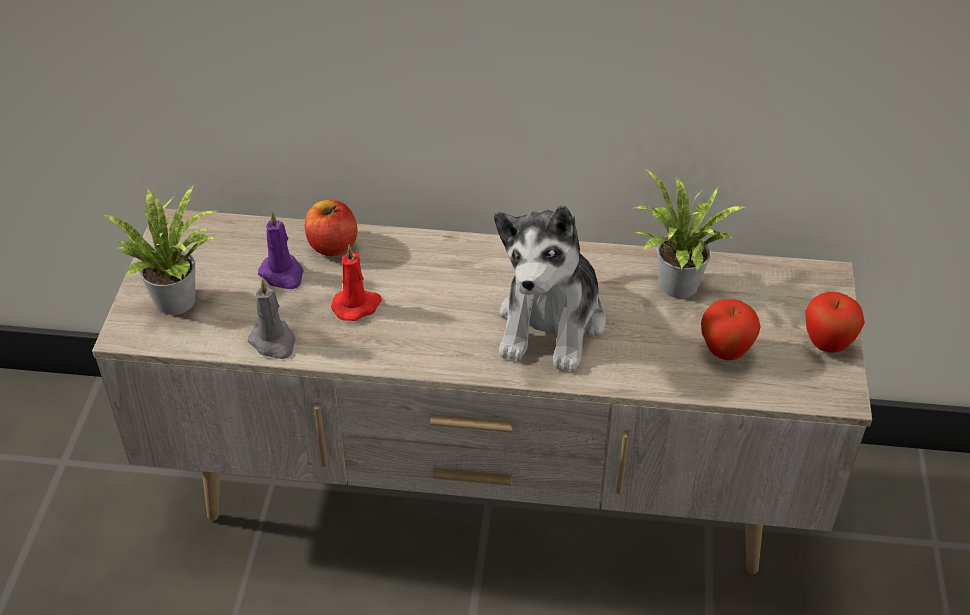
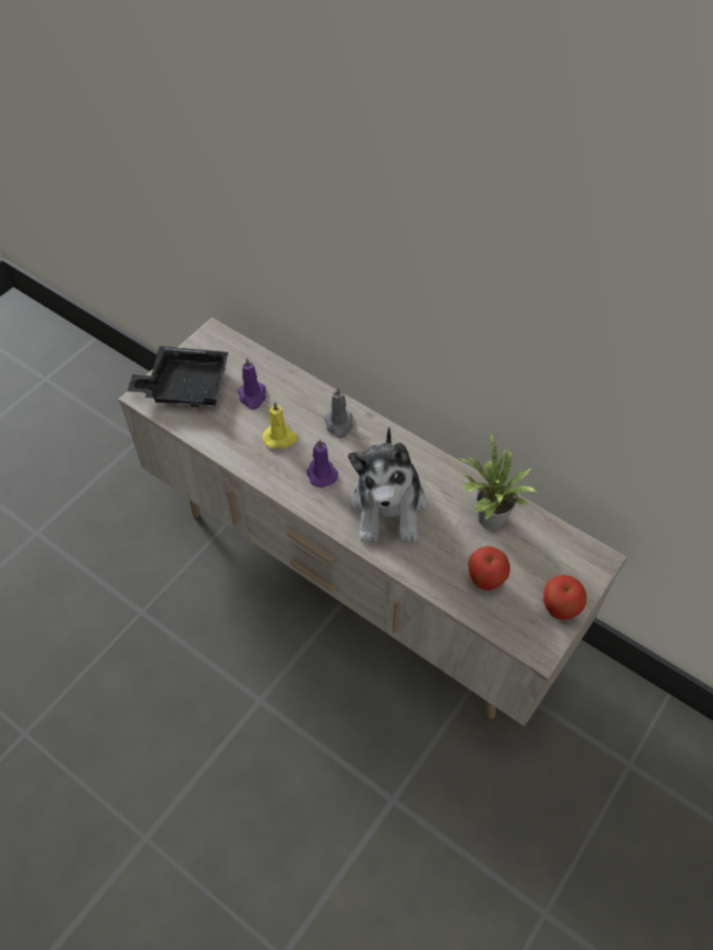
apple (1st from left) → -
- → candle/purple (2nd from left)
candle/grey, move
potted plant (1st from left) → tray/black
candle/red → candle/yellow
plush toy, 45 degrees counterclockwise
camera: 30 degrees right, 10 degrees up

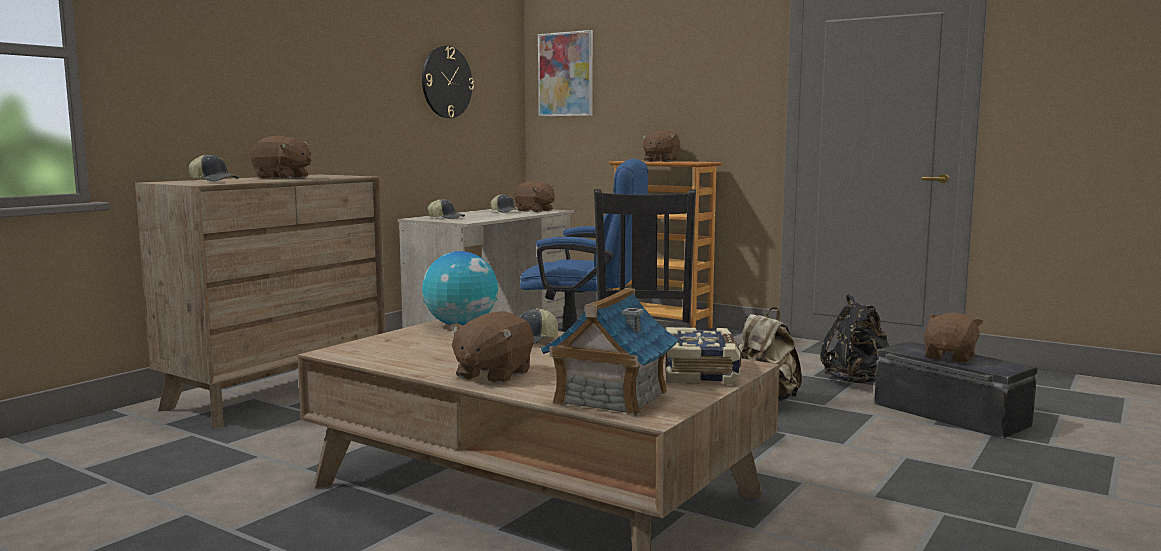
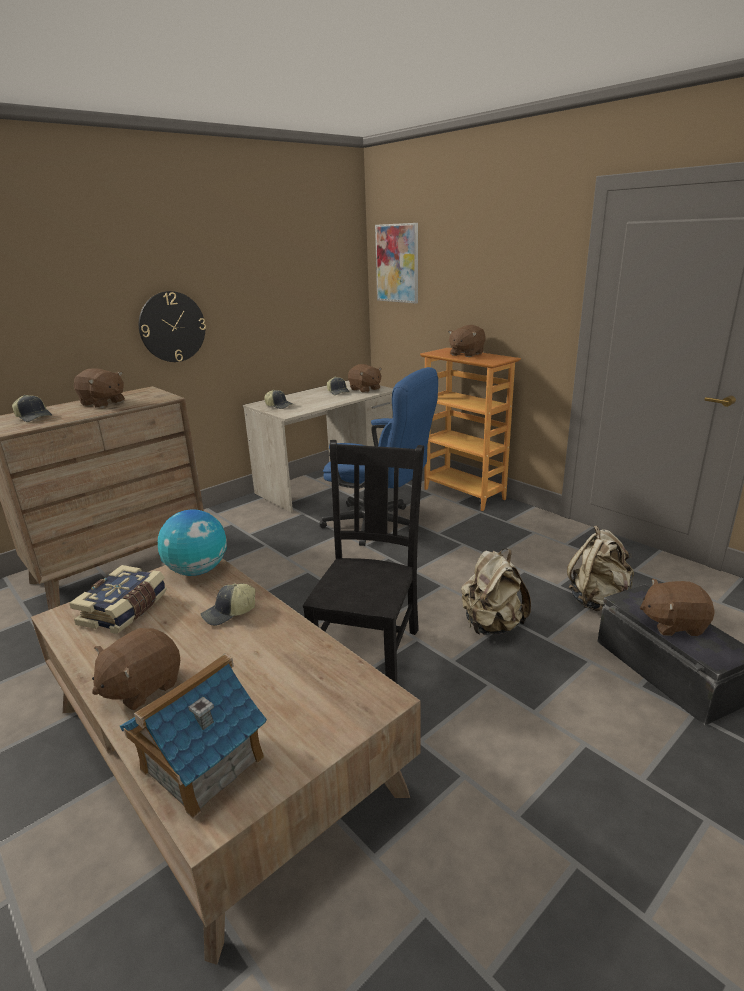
wall clock, move
book, move
backpack/black → backpack/beige (2nd from left)
plush toy/brown (5th from left), 135 degrees counterclockwise
camera: 15 degrees right, 15 degrees up

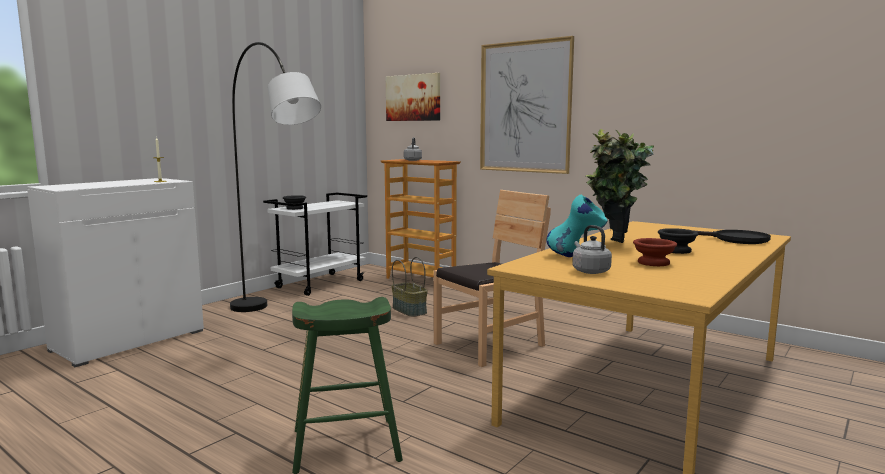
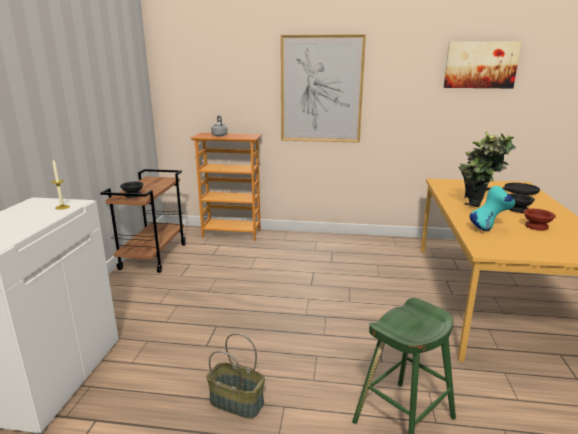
floor lamp/grey → -
chair/brown → -
kettle/grey (2nd from left) → -
picture (1st from left in the first image) → picture (2nd from left), move
basket, move
cart/white → cart/brown
camera: 30 degrees left, 10 degrees up

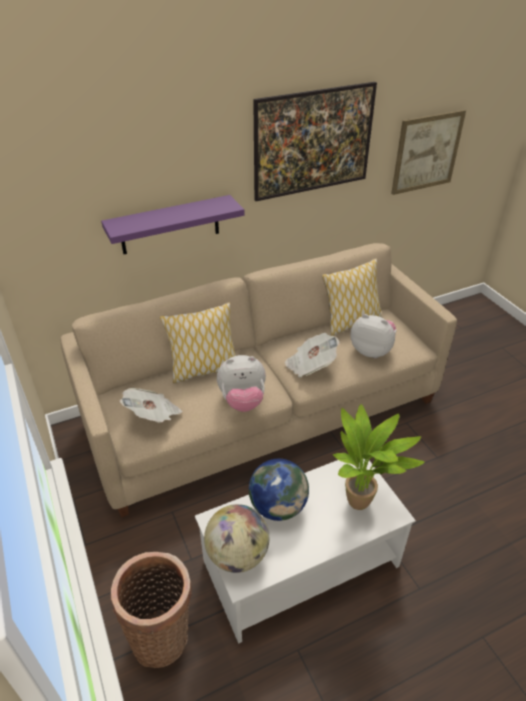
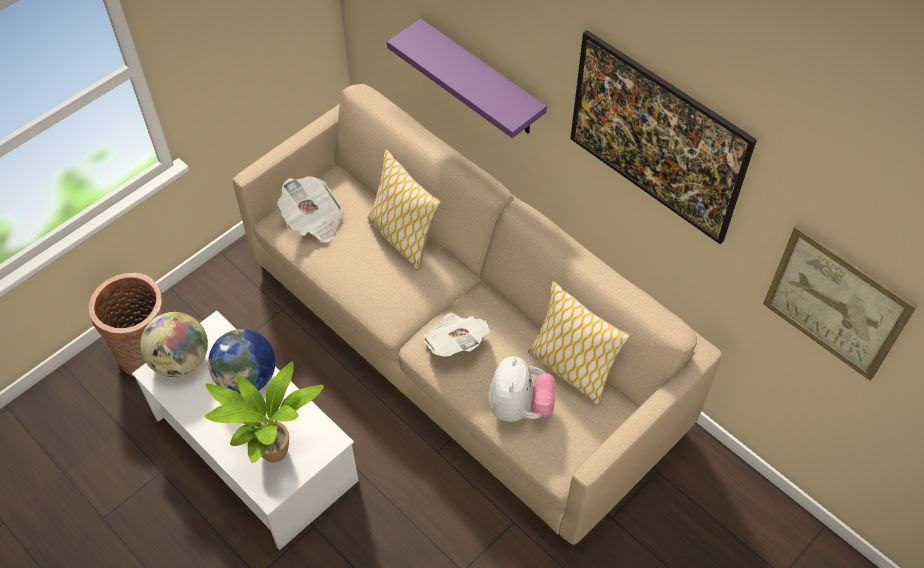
plush toy (1st from left) → -
camera: 70 degrees right, 15 degrees up

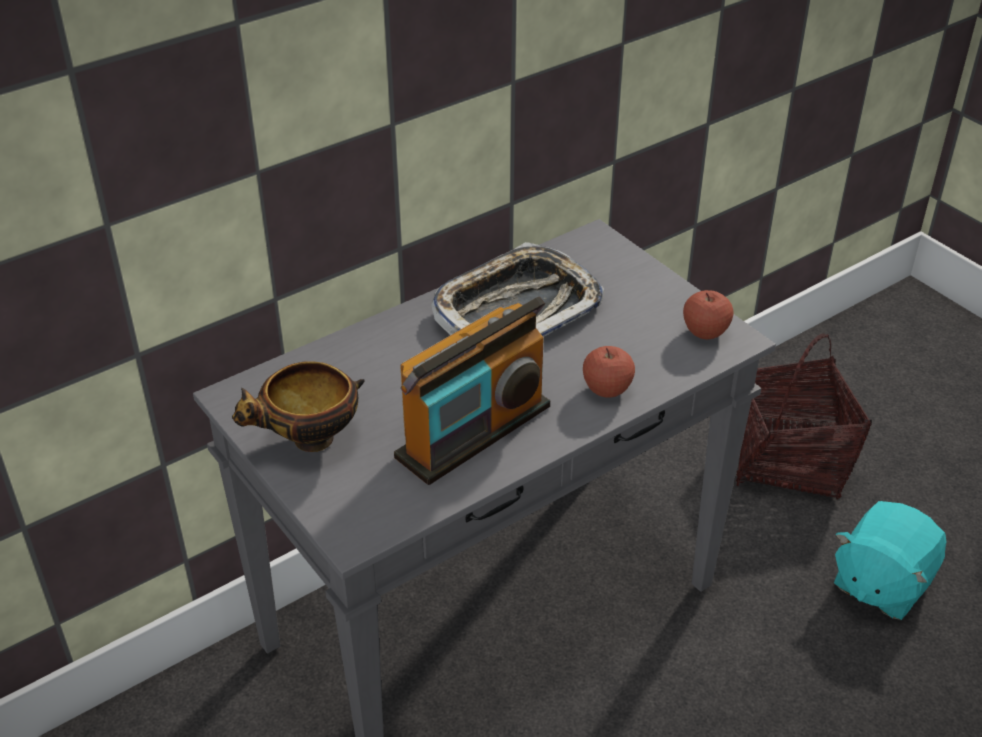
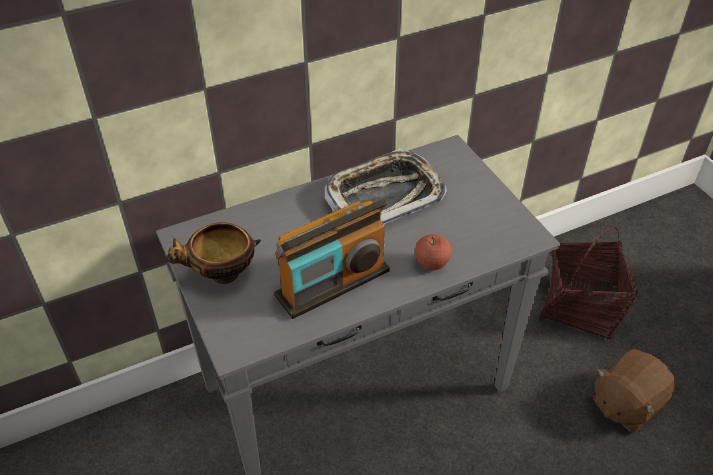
apple (2nd from left) → -
plush toy/turquoise → plush toy/brown
camera: 10 degrees right, 5 degrees up

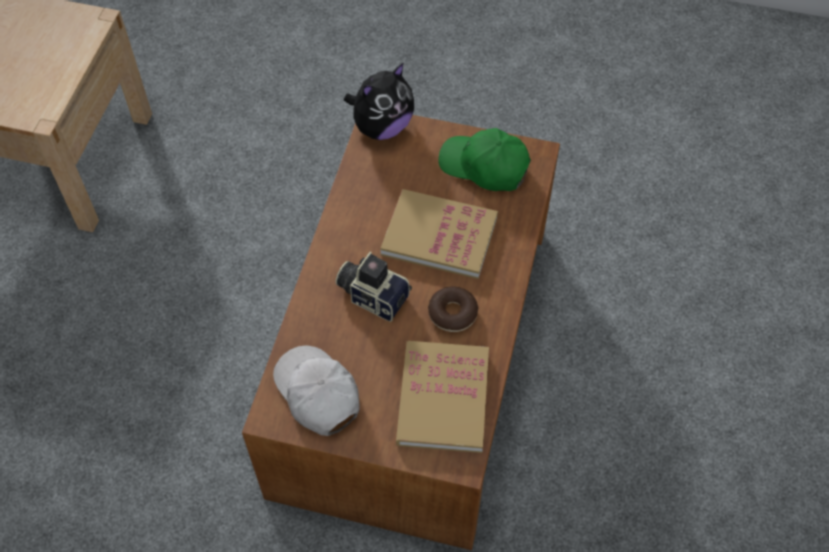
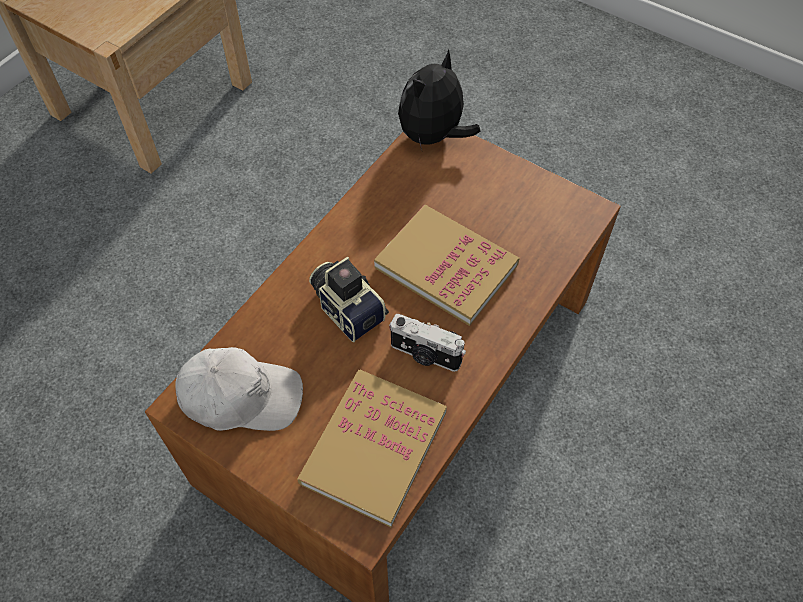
cap/green → -
donut → photo camera (2nd from left)
cap/white, 105 degrees clockwise
plush toy, 150 degrees clockwise
camera: 20 degrees right, 0 degrees up

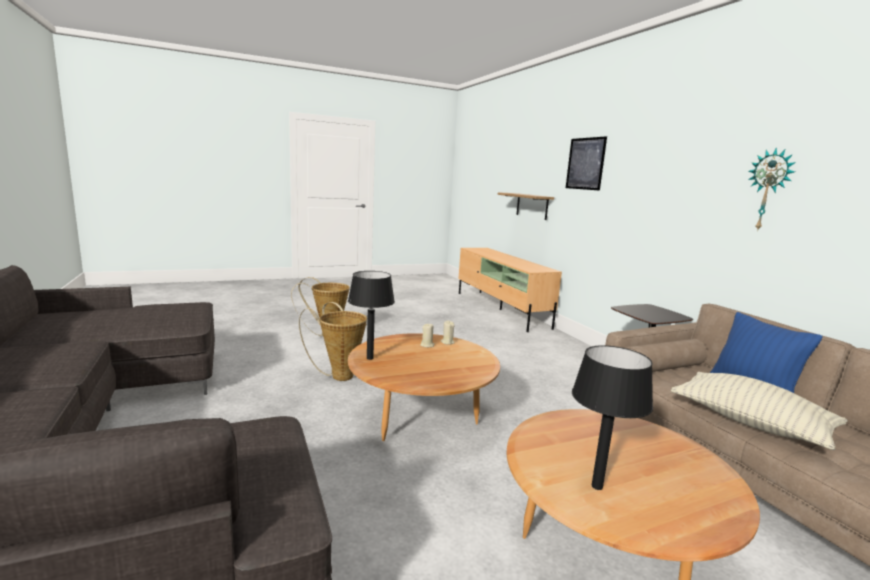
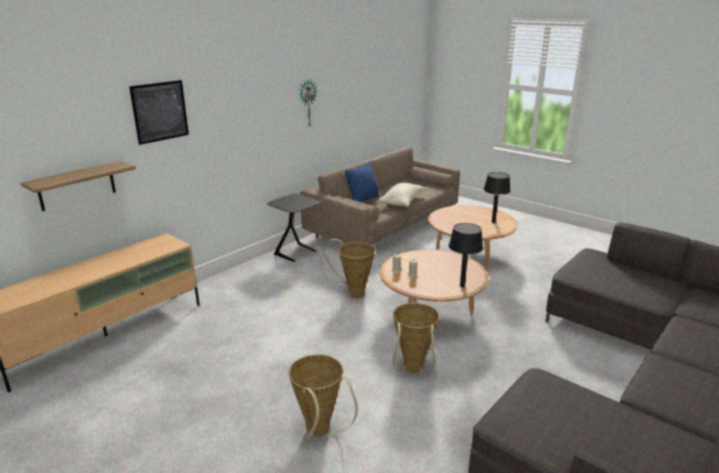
- → basket (2nd from left)
camera: 115 degrees left, 10 degrees up

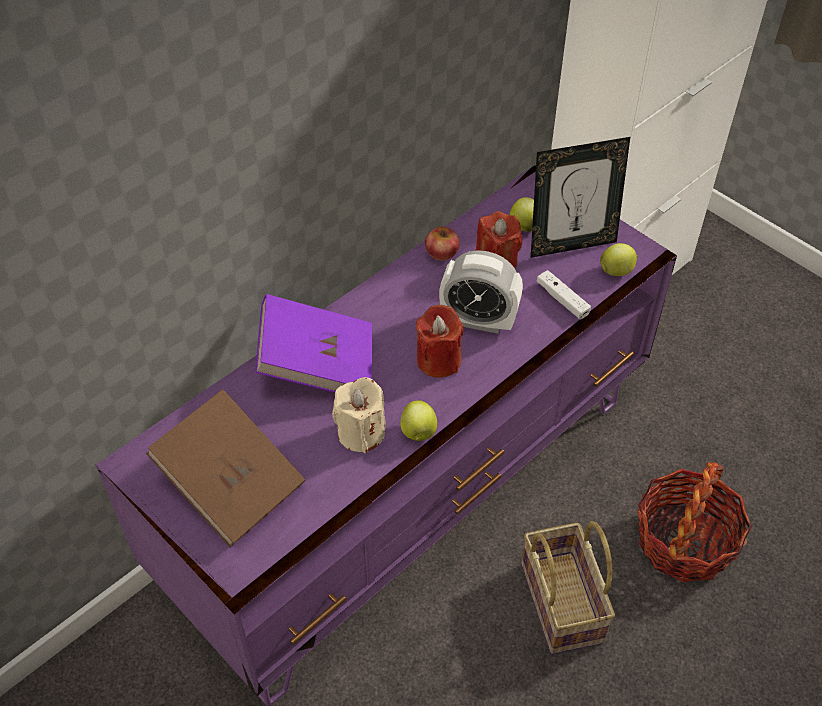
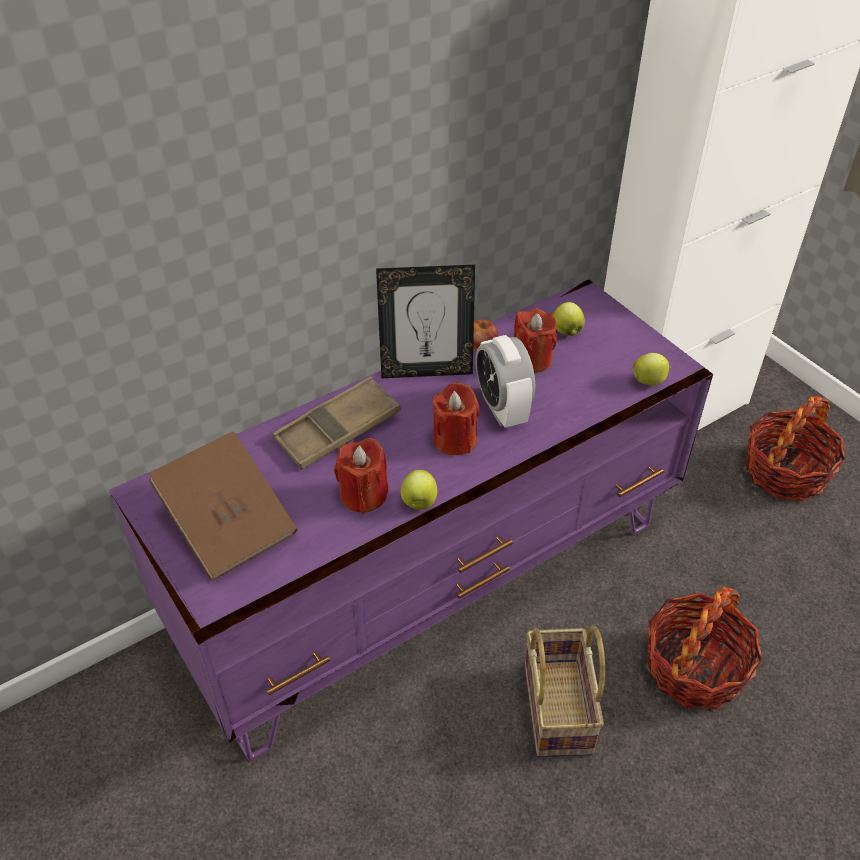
game controller/white → -
- → basket (3rd from left)
picture frame, move
book/purple → tray/brown
candle/beige → candle/red (1st from left)
alarm clock, 45 degrees clockwise
camera: 10 degrees right, 5 degrees down

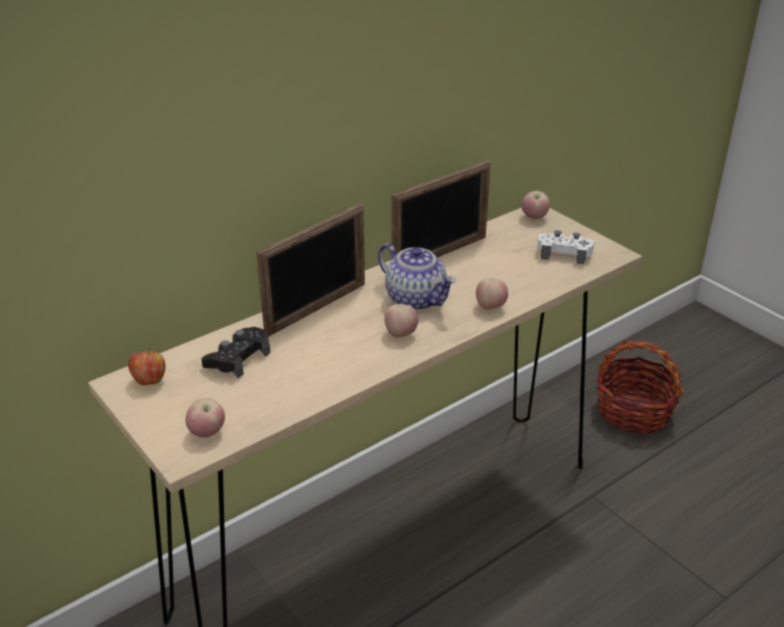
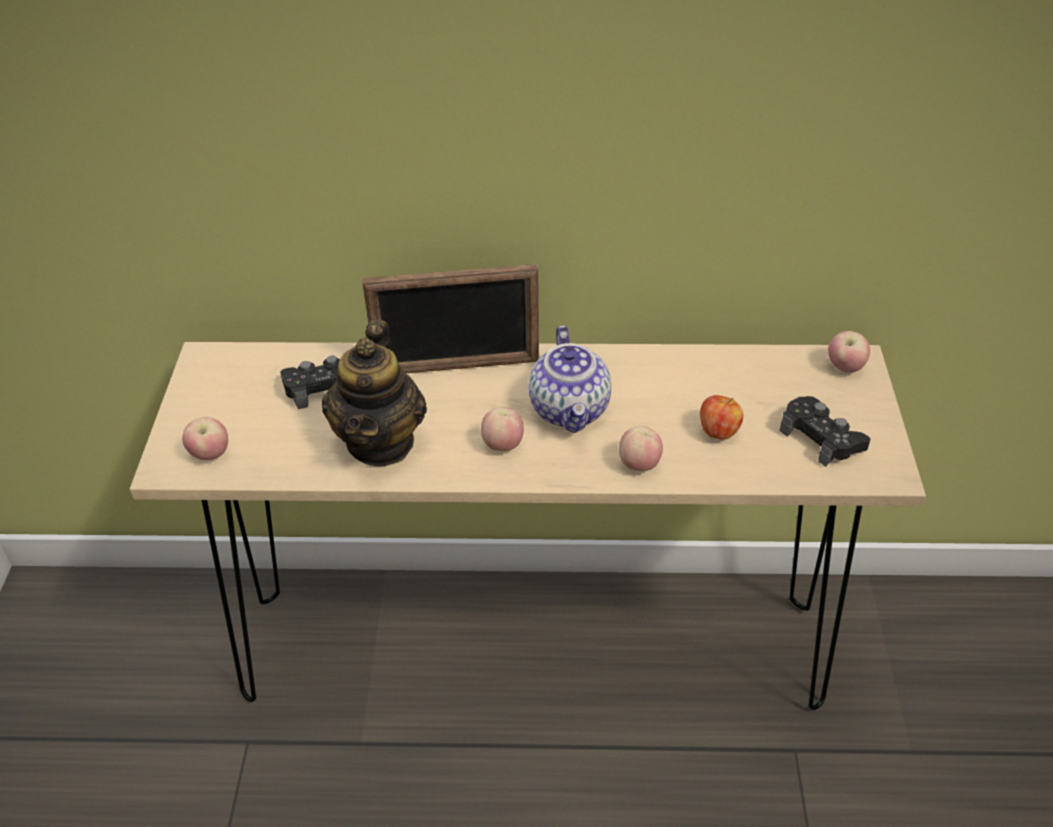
picture frame (2nd from left) → -
basket → -
- → teapot (1st from left)
apple (1st from left in the first image) → apple (4th from left), move
game controller/white → game controller/black (2nd from left)
camera: 40 degrees right, 10 degrees up

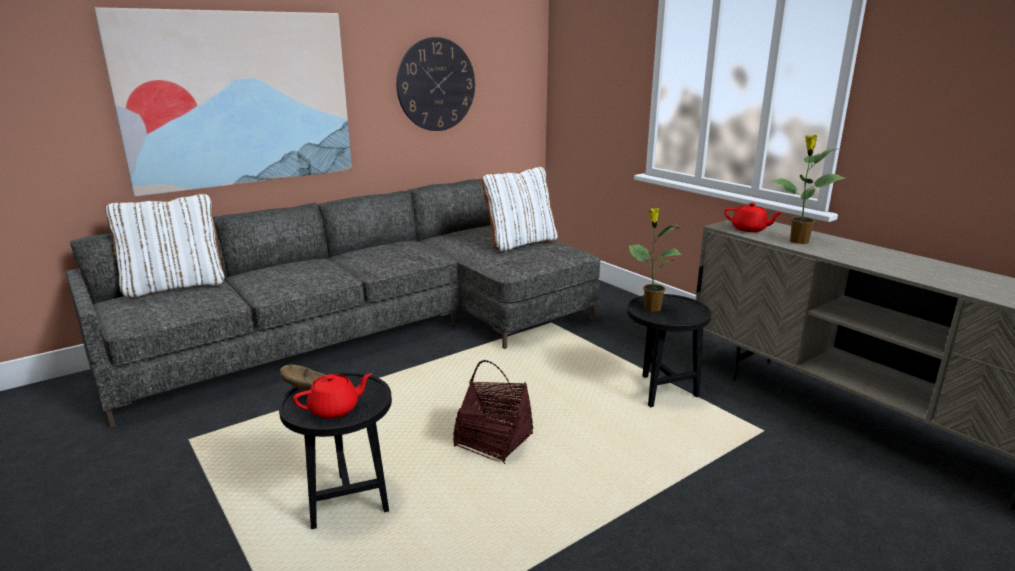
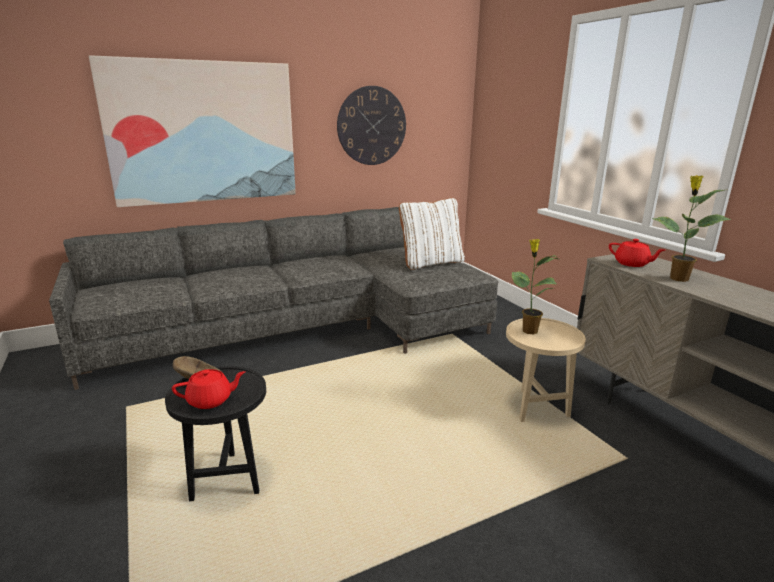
pillow/white (1st from left) → -
basket → -
side table/black (2nd from left) → side table/beige
camera: 10 degrees right, 0 degrees up

